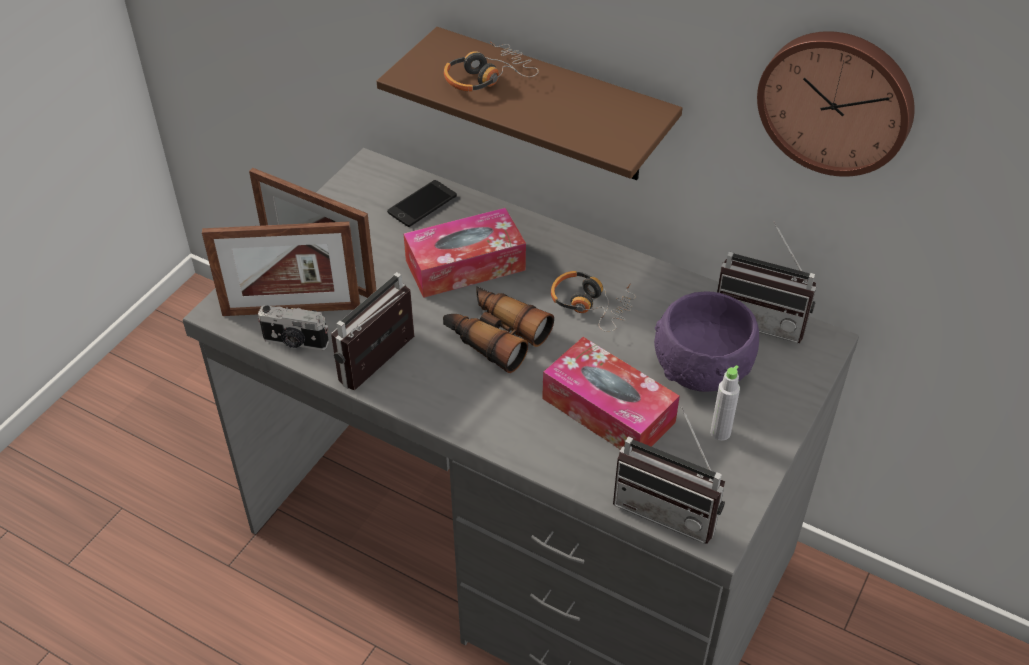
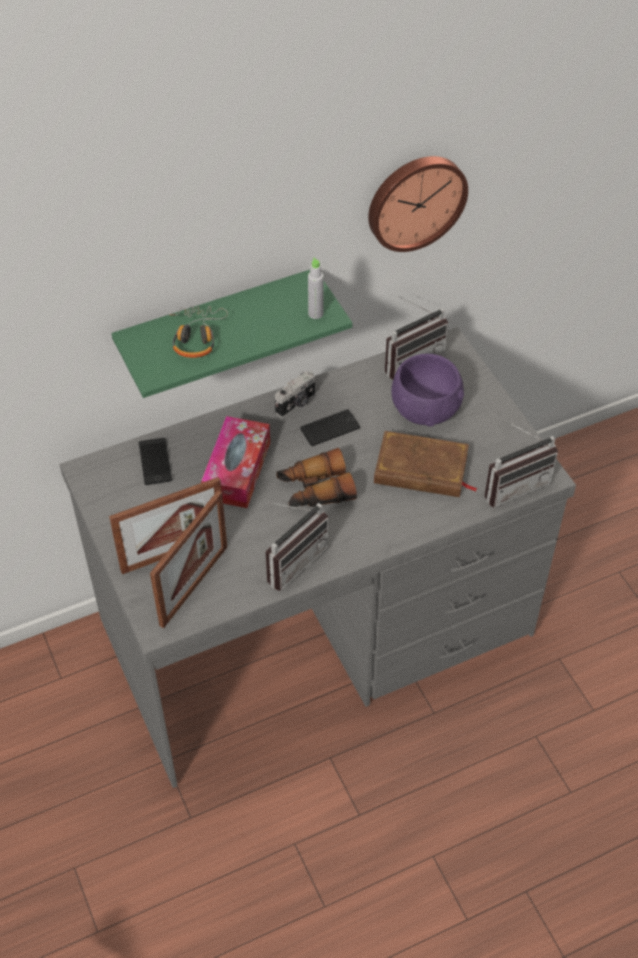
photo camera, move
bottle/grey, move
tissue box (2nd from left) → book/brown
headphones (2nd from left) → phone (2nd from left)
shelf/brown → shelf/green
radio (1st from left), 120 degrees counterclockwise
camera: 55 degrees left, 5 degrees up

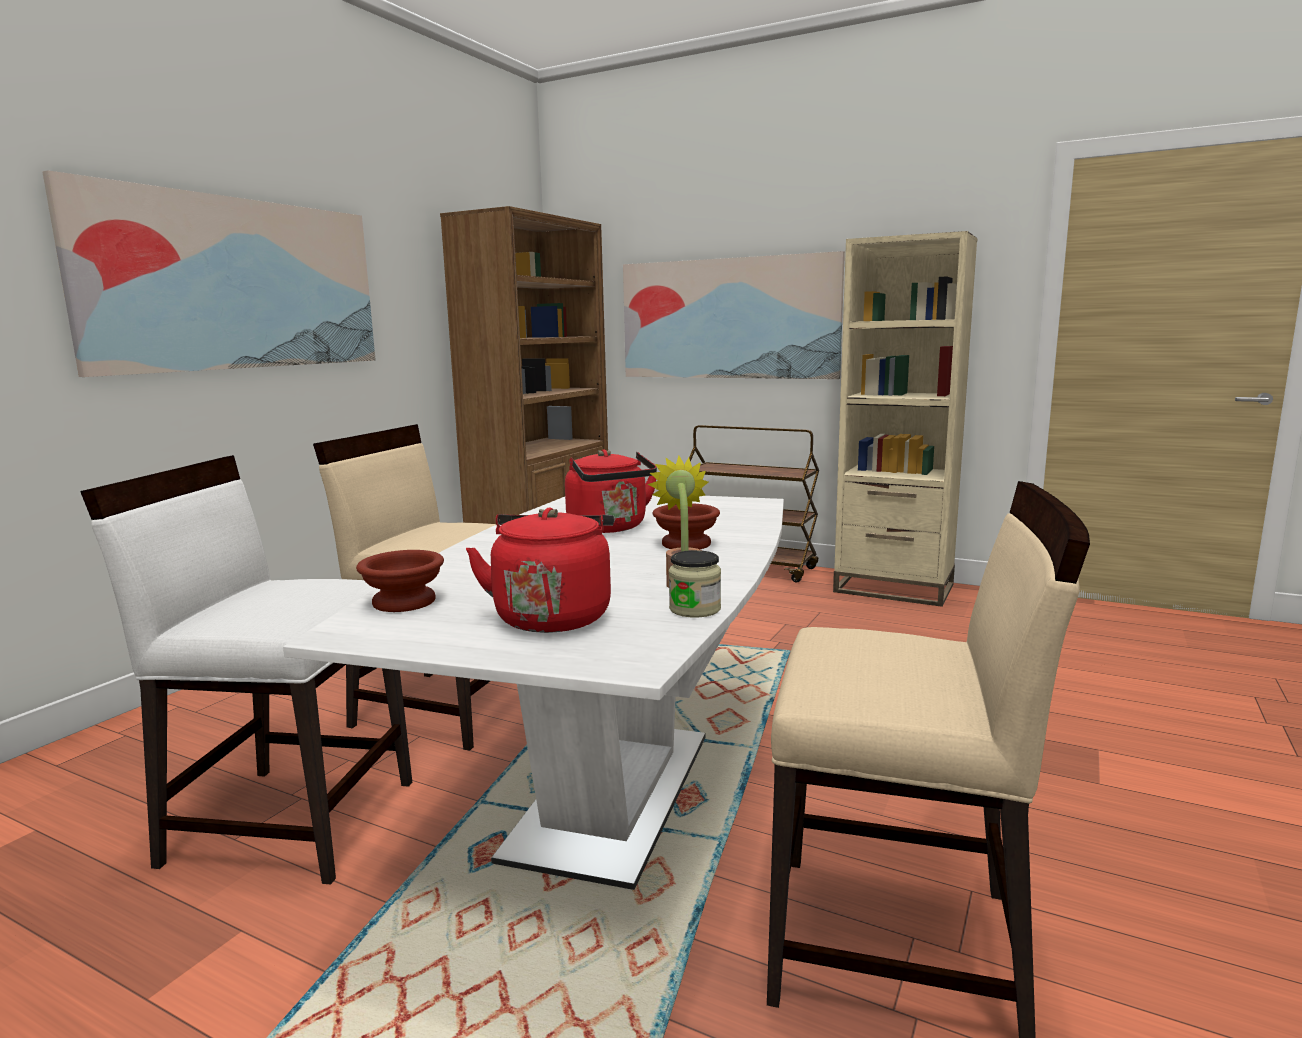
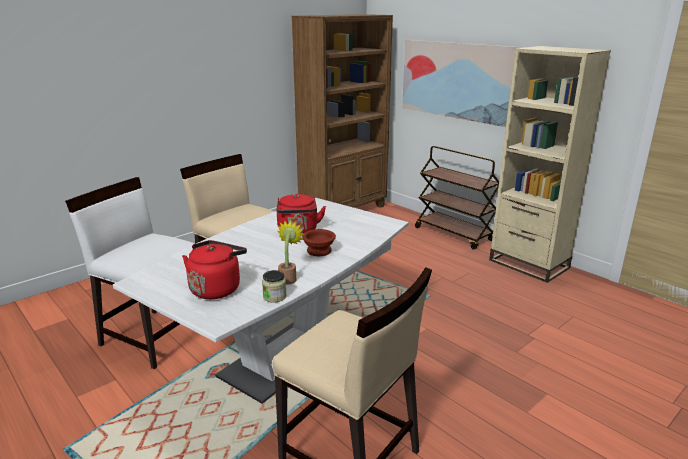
picture (1st from left) → -
bowl/brown (1st from left) → -
camera: 20 degrees right, 10 degrees up

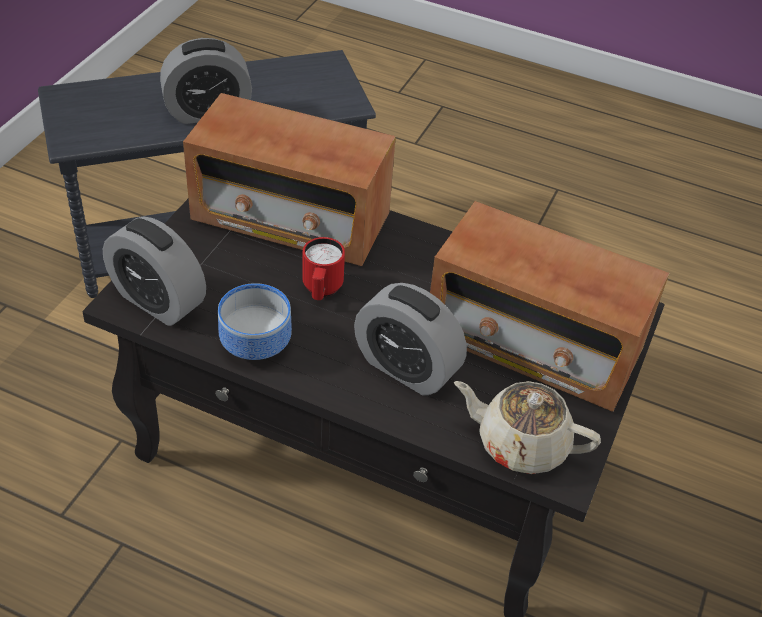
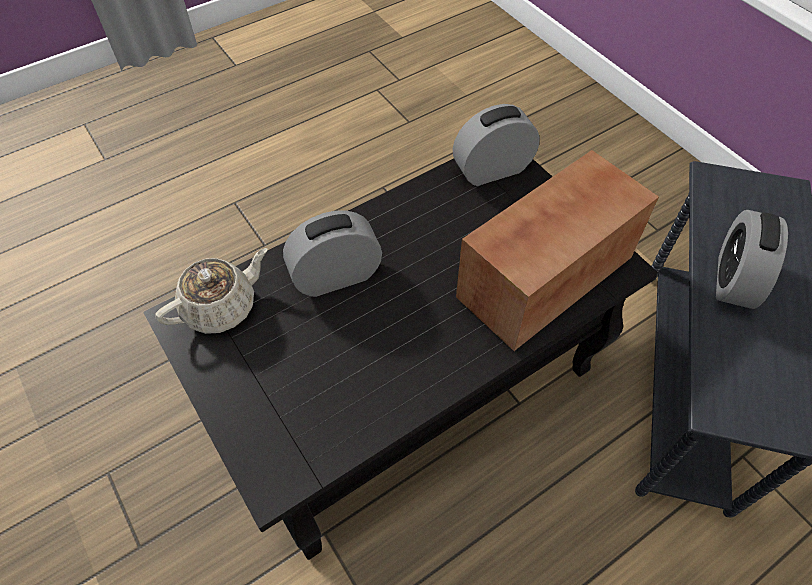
bowl → -
mug/red → -
radio (2nd from left) → -
camera: 125 degrees right, 10 degrees up

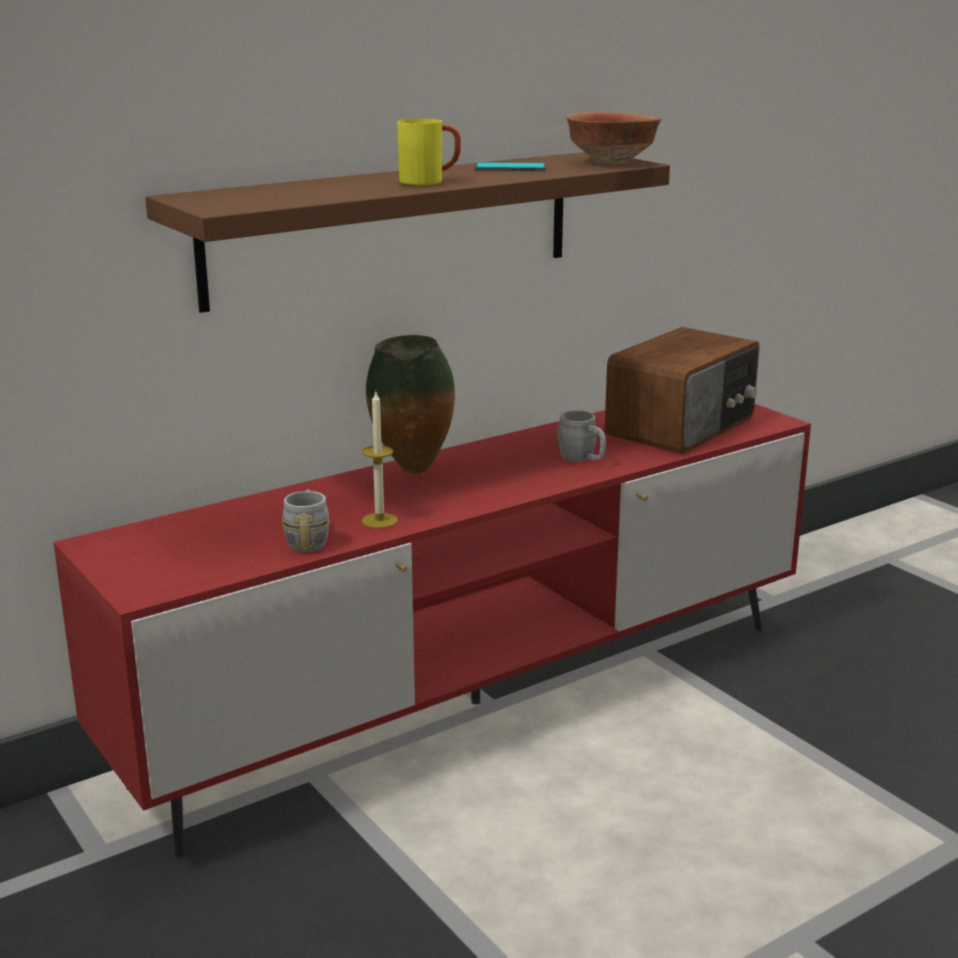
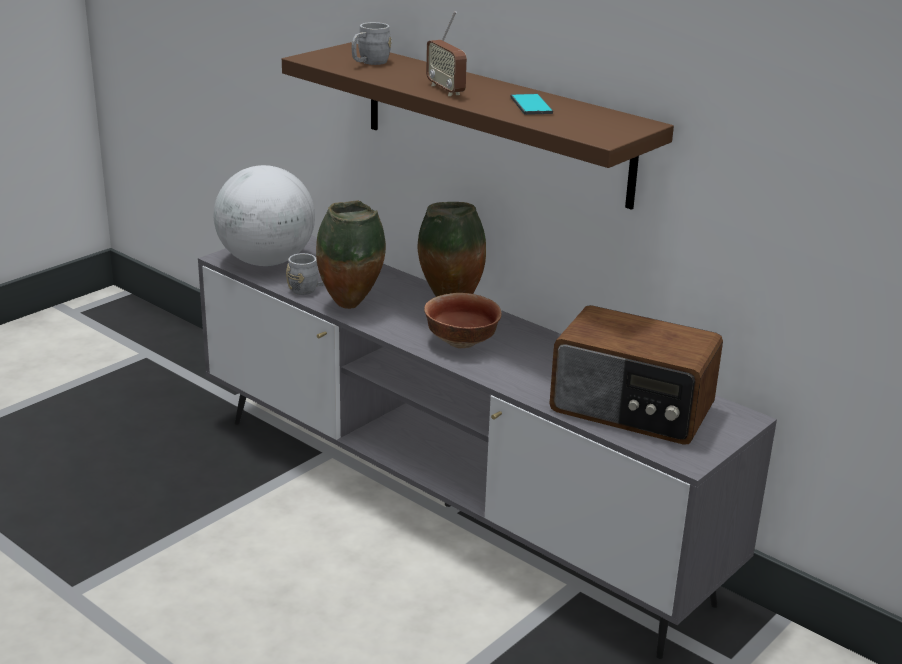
- → globe
mug/grey (2nd from left), move
bowl, move
candle → vase (1st from left)
mug/yellow → radio (1st from left)
tv stand/red → tv stand/grey
camera: 75 degrees right, 5 degrees up

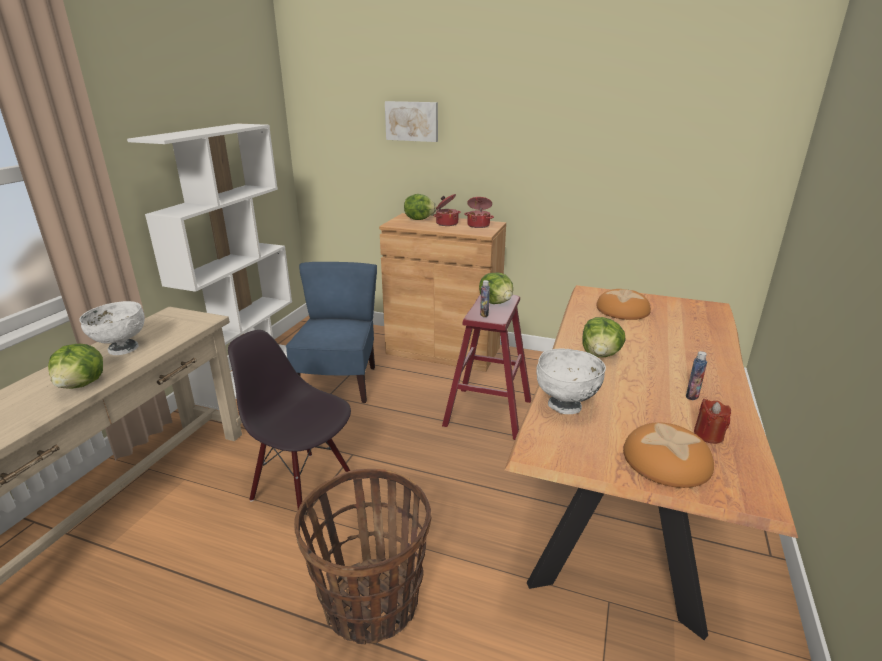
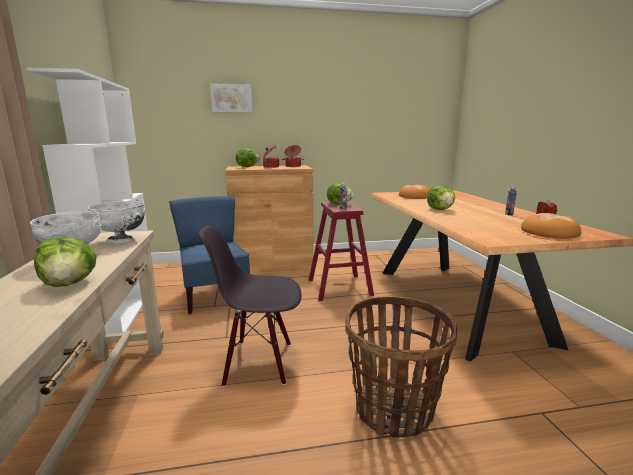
bowl/white (2nd from left), move
camera: 30 degrees left, 10 degrees down

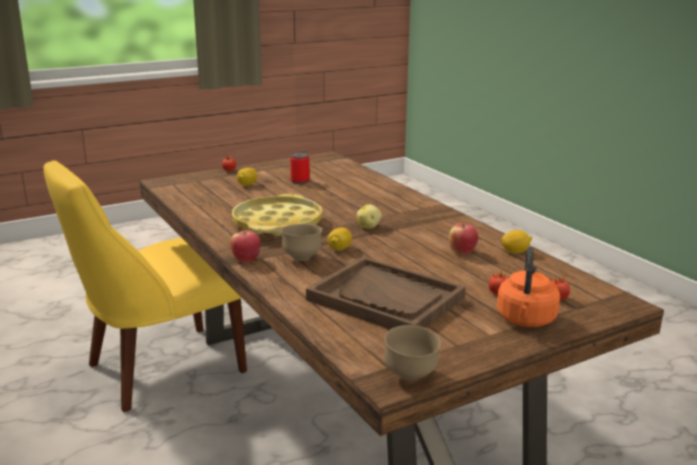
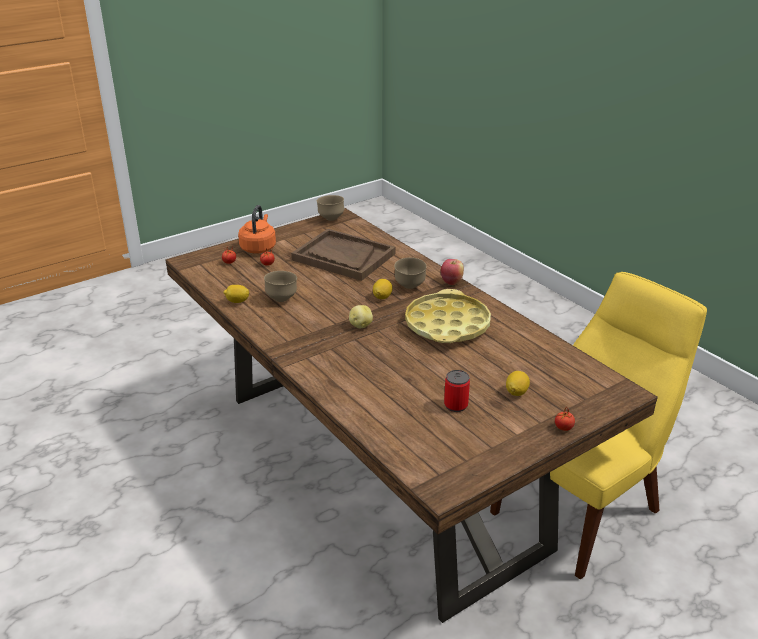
apple (2nd from left) → bowl/brown (1st from left)
camera: 175 degrees right, 10 degrees up

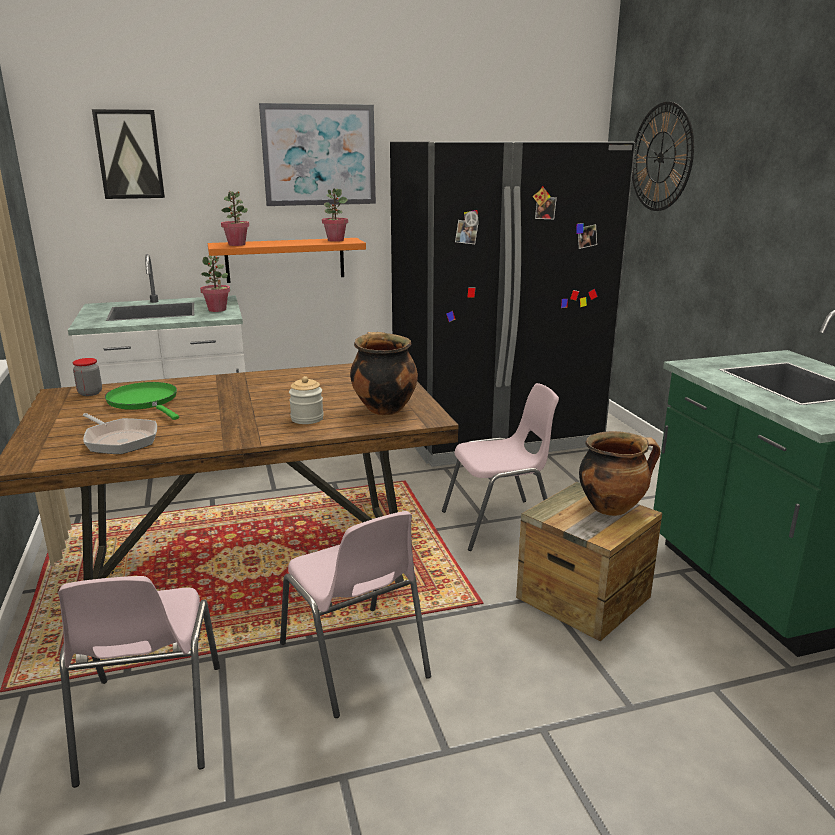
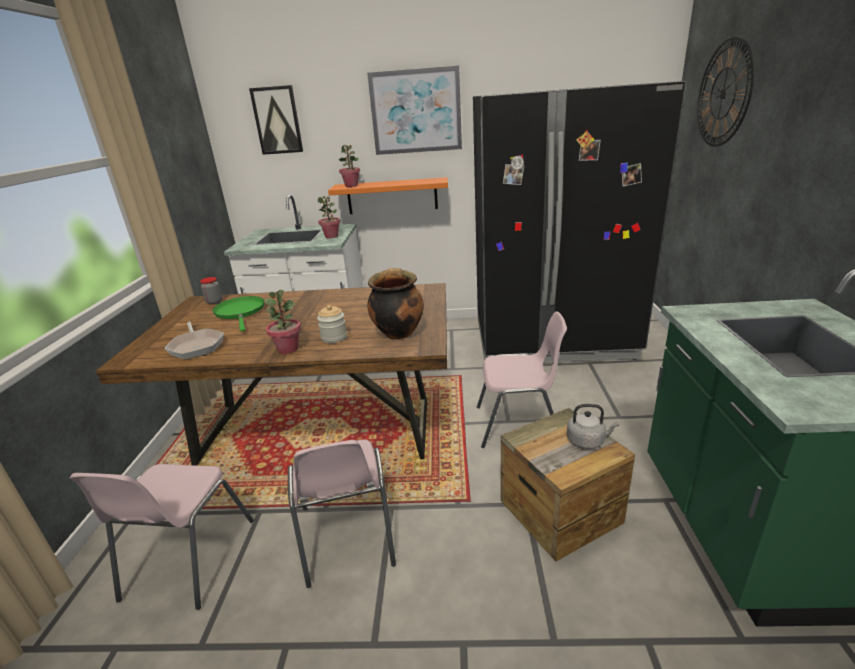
potted plant (3rd from left in the first image) → potted plant (1st from left), move
cooking pot (2nd from left) → kettle/grey
camera: 20 degrees right, 5 degrees up

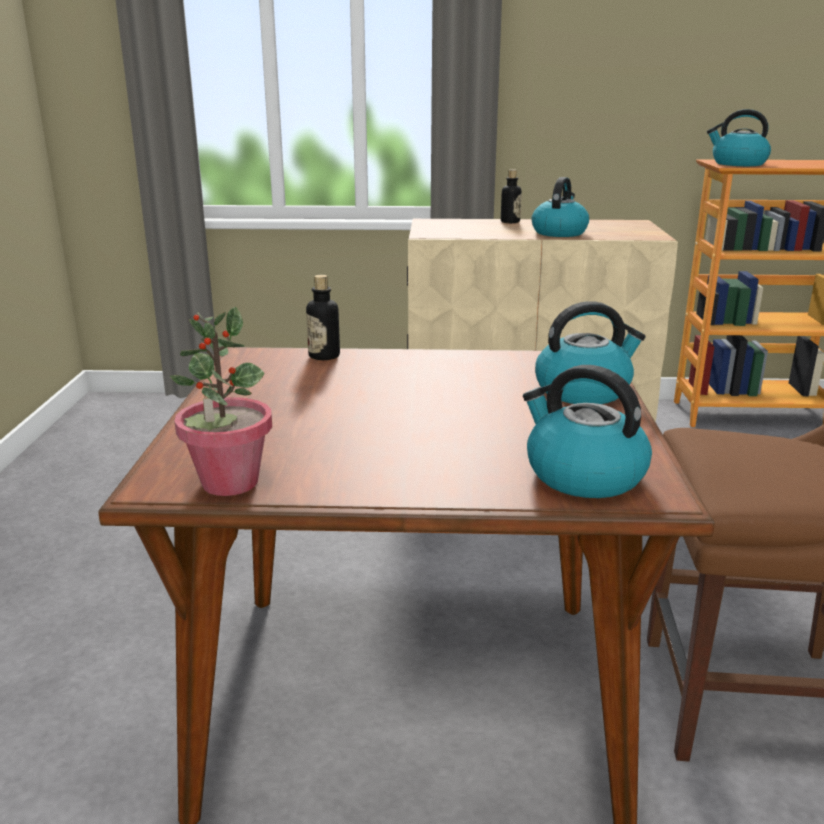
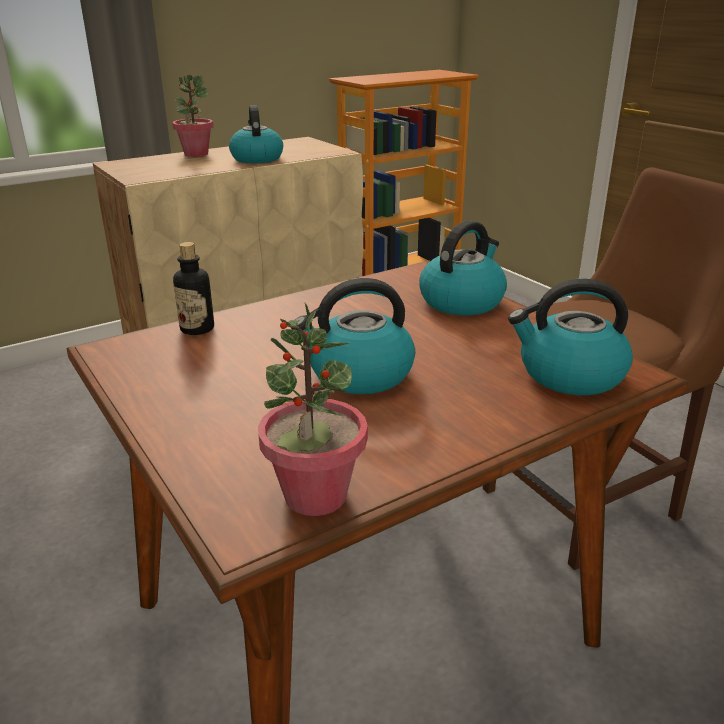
kettle (4th from left in the first image) → kettle (2nd from left), move
bottle (2nd from left) → potted plant (1st from left)
camera: 35 degrees left, 5 degrees up

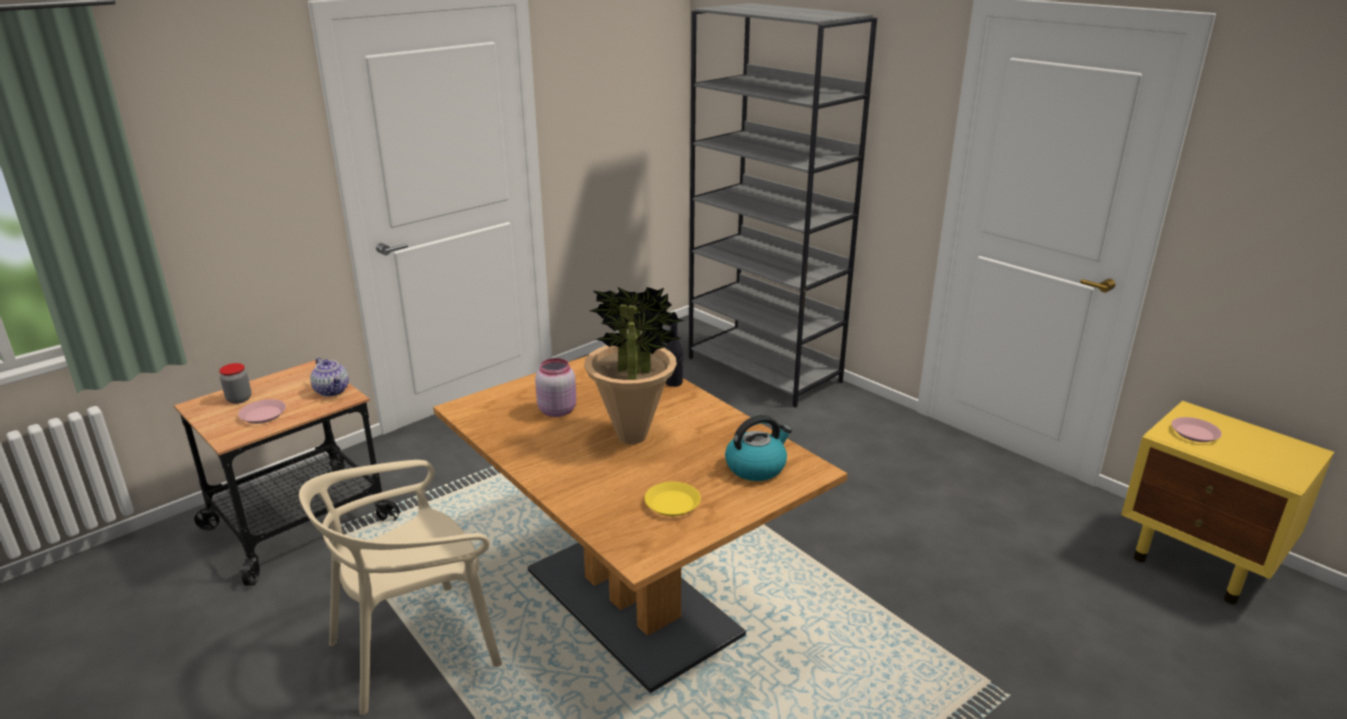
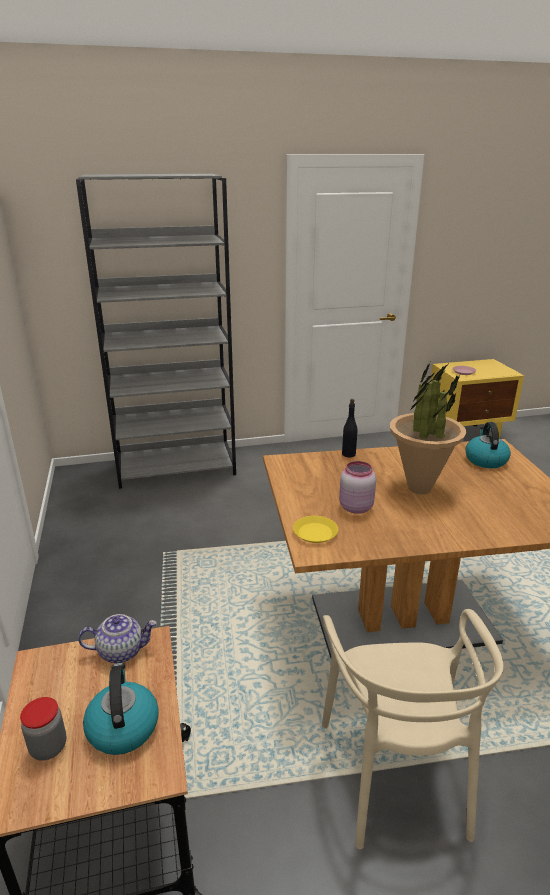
plate/yellow, move
plate/pink (1st from left) → kettle (1st from left)
camera: 60 degrees left, 0 degrees up

